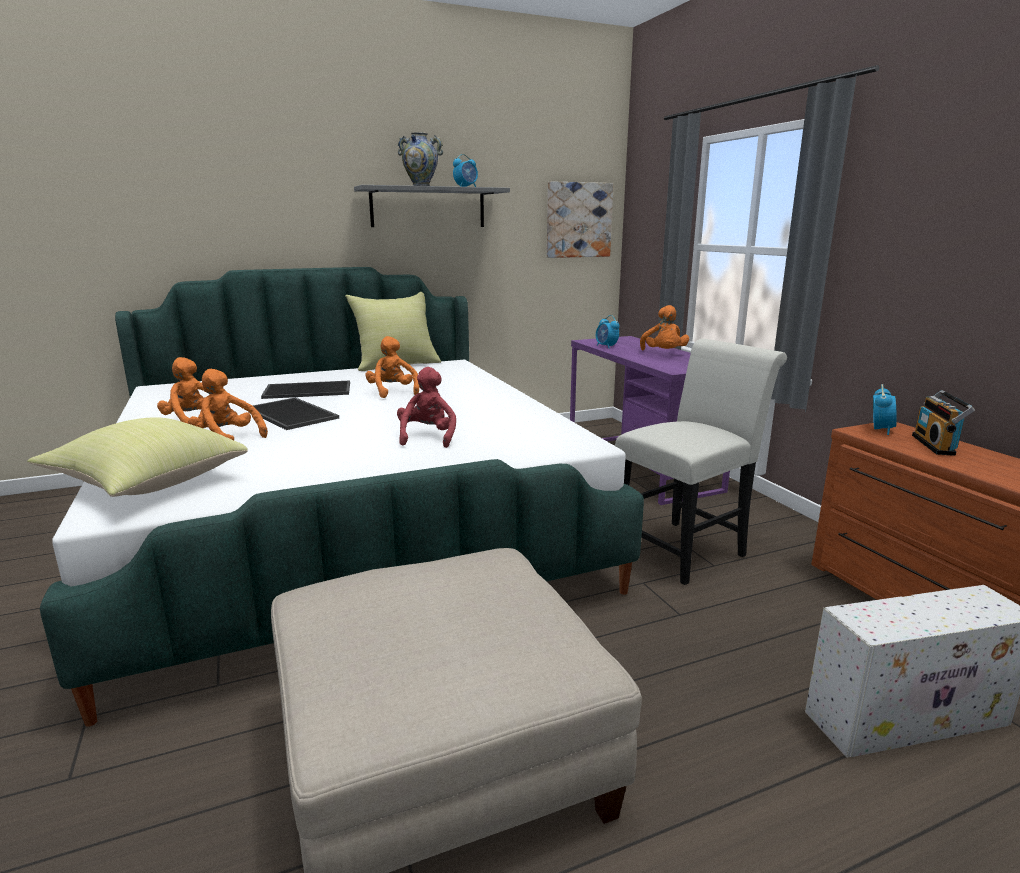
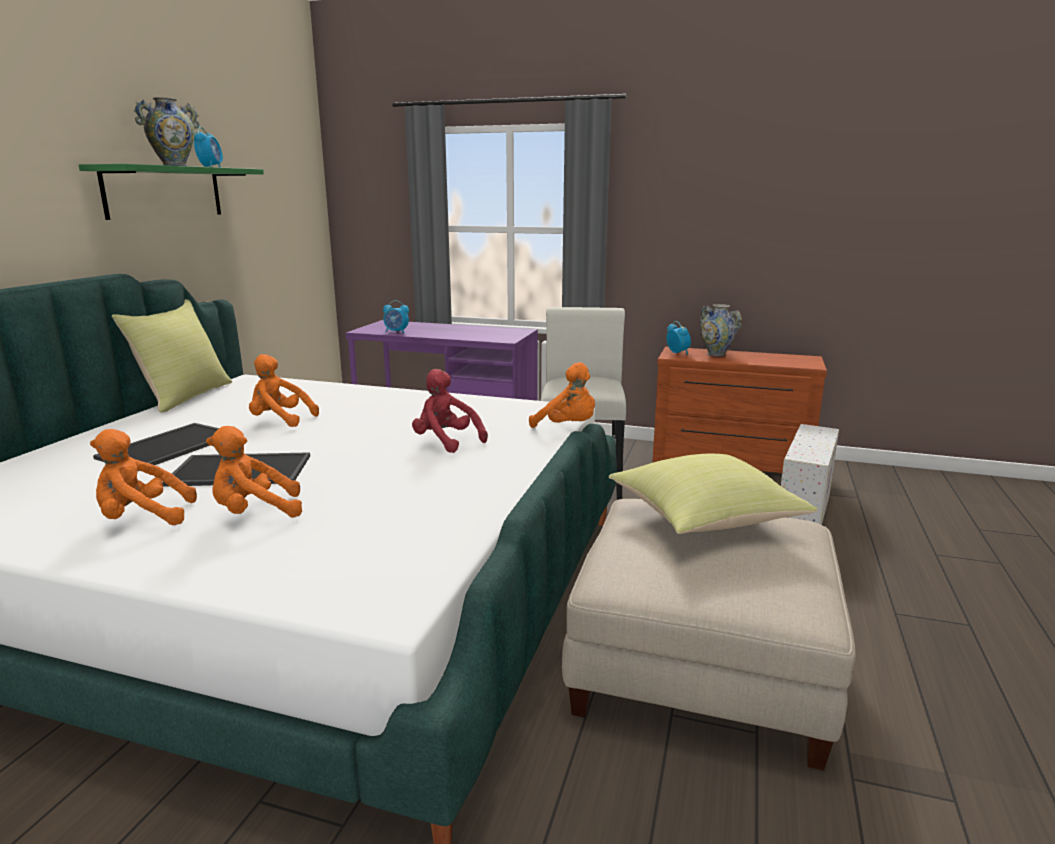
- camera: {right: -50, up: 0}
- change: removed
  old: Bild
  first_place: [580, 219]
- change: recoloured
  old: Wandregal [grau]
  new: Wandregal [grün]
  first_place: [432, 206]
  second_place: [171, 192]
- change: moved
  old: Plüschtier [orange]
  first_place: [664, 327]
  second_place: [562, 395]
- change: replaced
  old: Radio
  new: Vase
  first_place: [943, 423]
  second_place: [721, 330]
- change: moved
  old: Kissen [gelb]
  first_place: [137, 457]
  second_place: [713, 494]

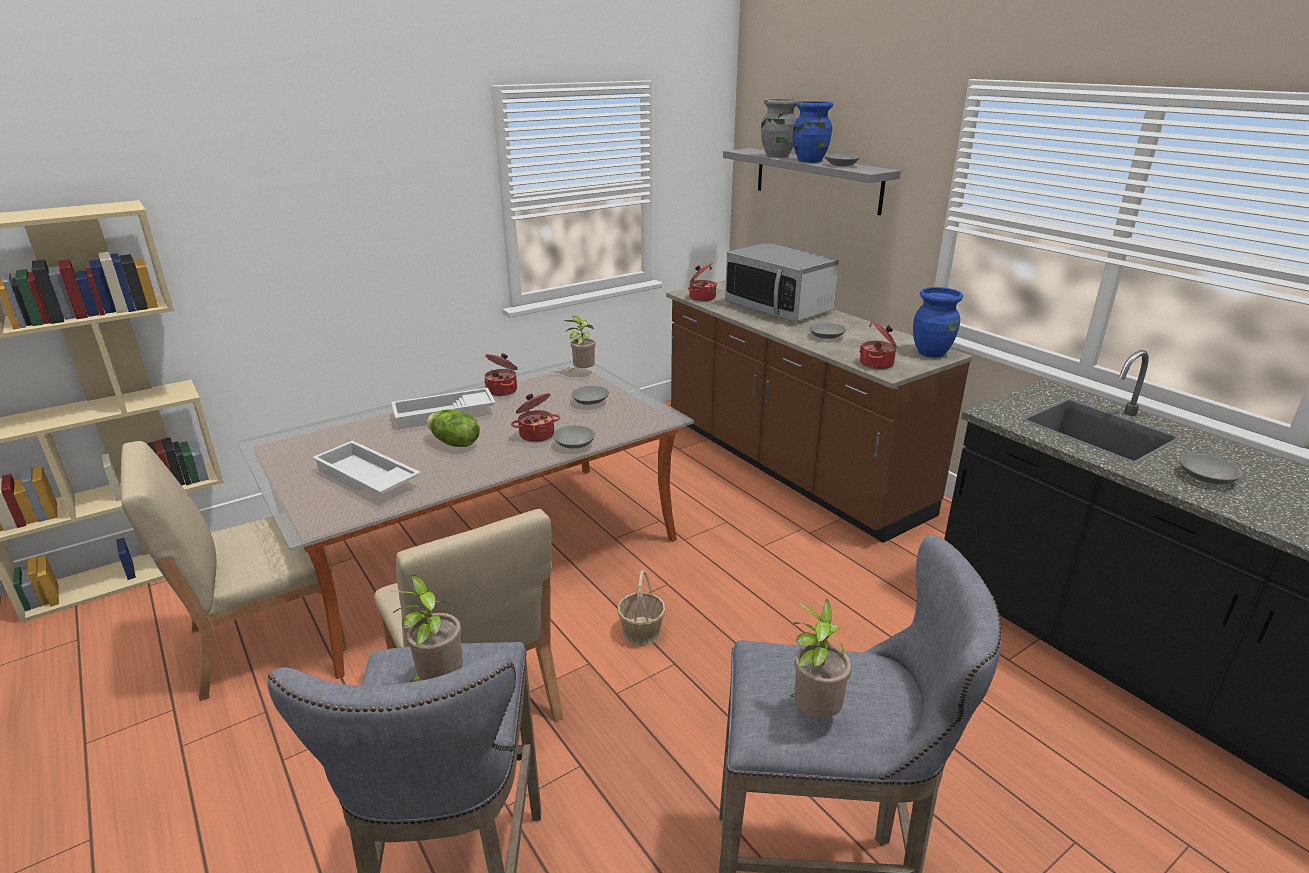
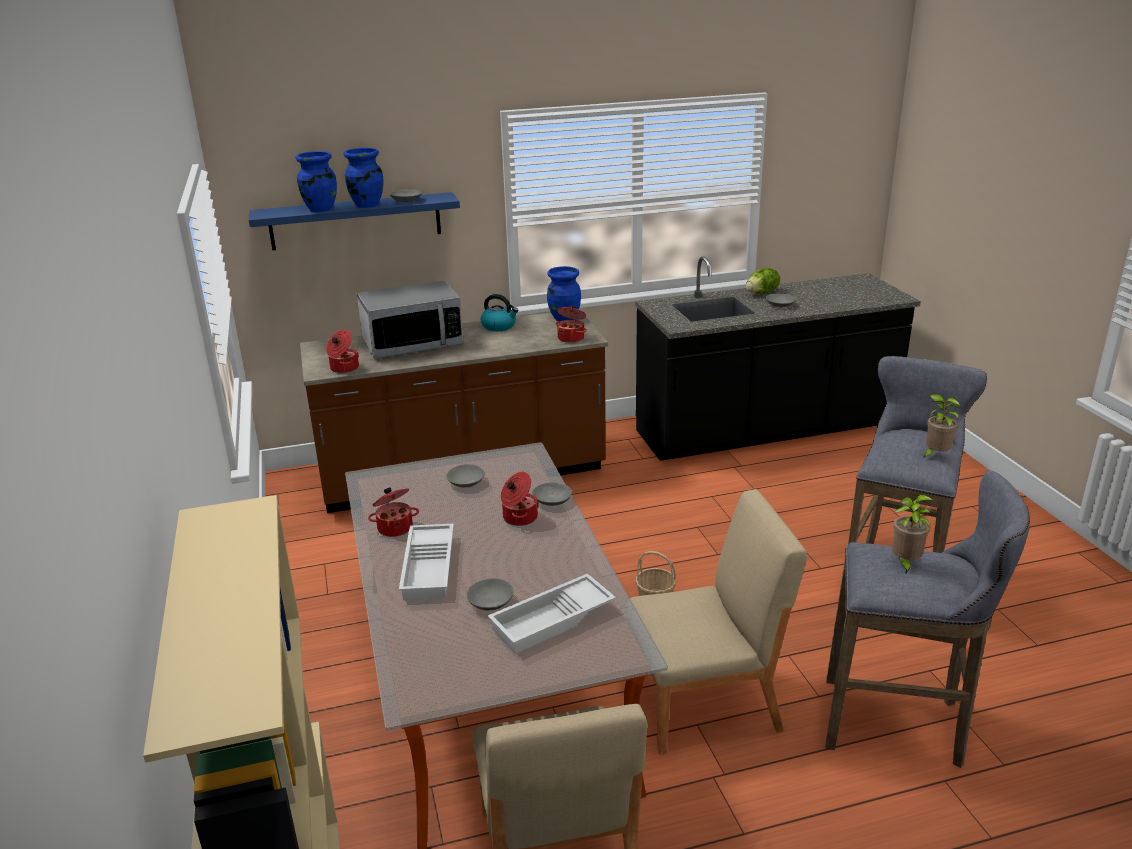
- camera: {right: -70, up: 0}
- change: recoloured
  old: Vase [grau]
  new: Vase [blau]
  first_place: [780, 128]
  second_place: [316, 181]
- change: recoloured
  old: Wandregal [grau]
  new: Wandregal [blau]
  first_place: [812, 182]
  second_place: [354, 221]
- change: removed
  old: Topfpflanze
  first_place: [580, 343]
- change: moved
  old: Schüssel [grau]
  first_place: [827, 331]
  second_place: [490, 594]
- change: moved
  old: Salatkopf
  first_place: [453, 428]
  second_place: [763, 280]
- change: added
  new: Wasserkessel
  second_place: [500, 312]

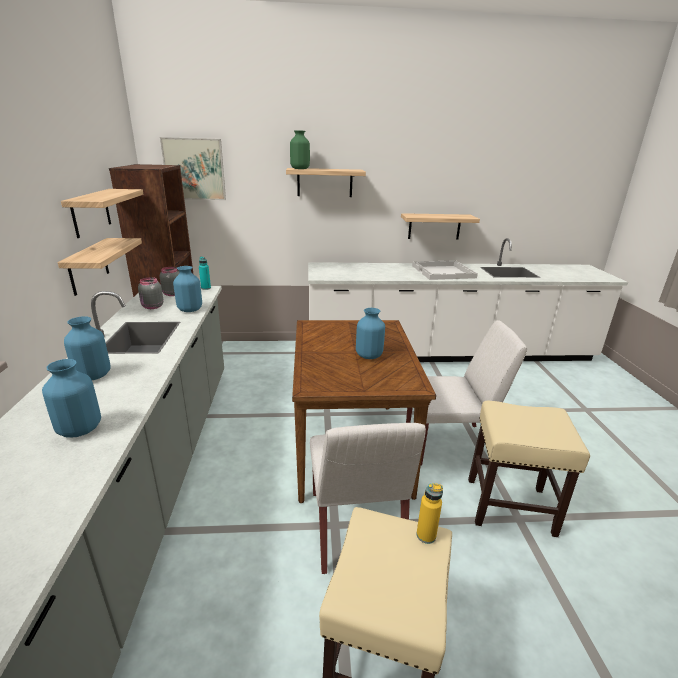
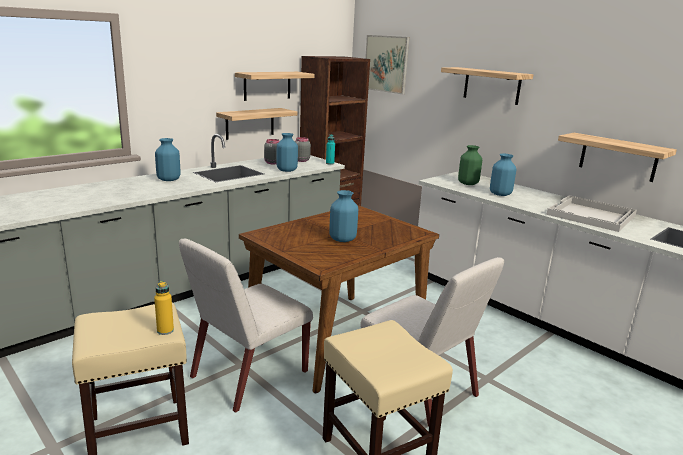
- camera: {right: 50, up: -5}
- change: moved
  old: Vase [grün]
  first_place: [300, 149]
  second_place: [470, 165]
- change: moved
  old: Vase [blau]
  first_place: [71, 398]
  second_place: [503, 175]

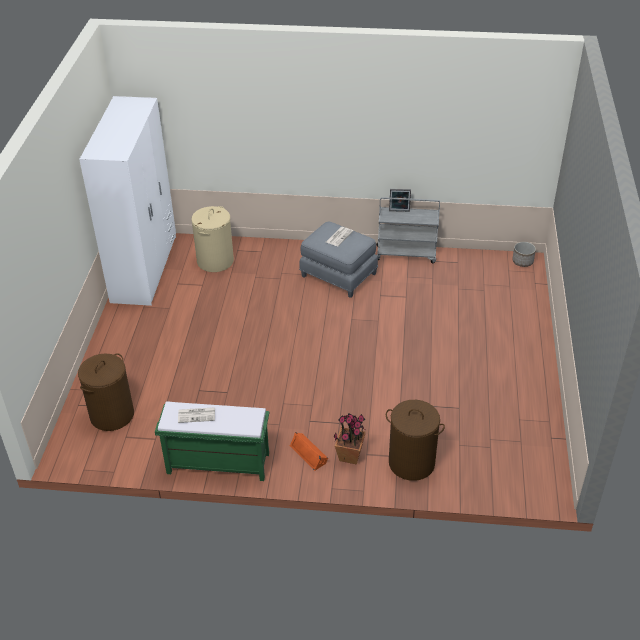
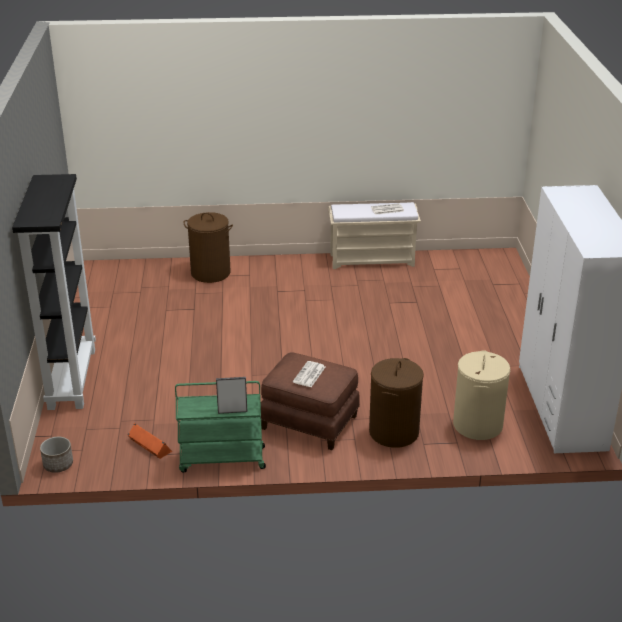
- camera: {right: 170, up: -10}
- change: recoloured
  old: Rollwagen [grau]
  new: Rollwagen [grün]
  first_place: [408, 230]
  second_place: [220, 427]
- change: recoloured
  old: Polsterhocker [grau]
  new: Polsterhocker [braun]
  first_place: [338, 260]
  second_place: [310, 401]
- change: moved
  old: Wäschekorb [braun]
  first_place: [106, 392]
  second_place: [396, 403]
- change: recoloured
  old: Bank [grün]
  new: Bank [beige]
  first_place: [212, 441]
  second_place: [374, 235]
- change: removed
  old: Topfpflanze
  first_place: [350, 439]
- change: moved
  old: Lautsprecher [orange]
  first_place: [309, 451]
  second_place: [150, 441]
- change: added
  new: Bücherregal [schwarz]
  second_place: [54, 292]

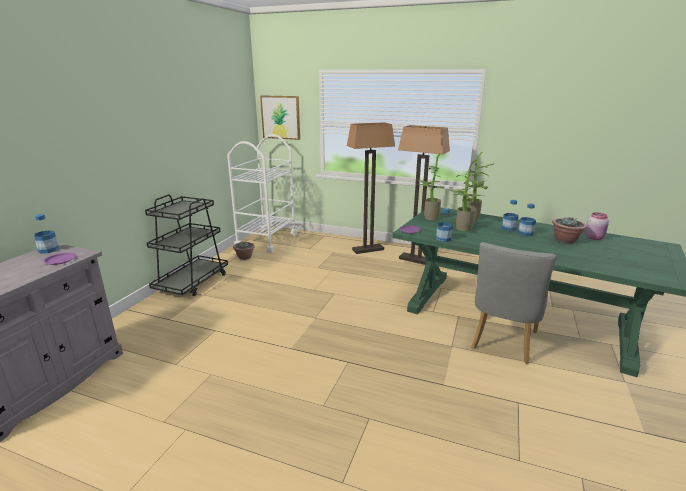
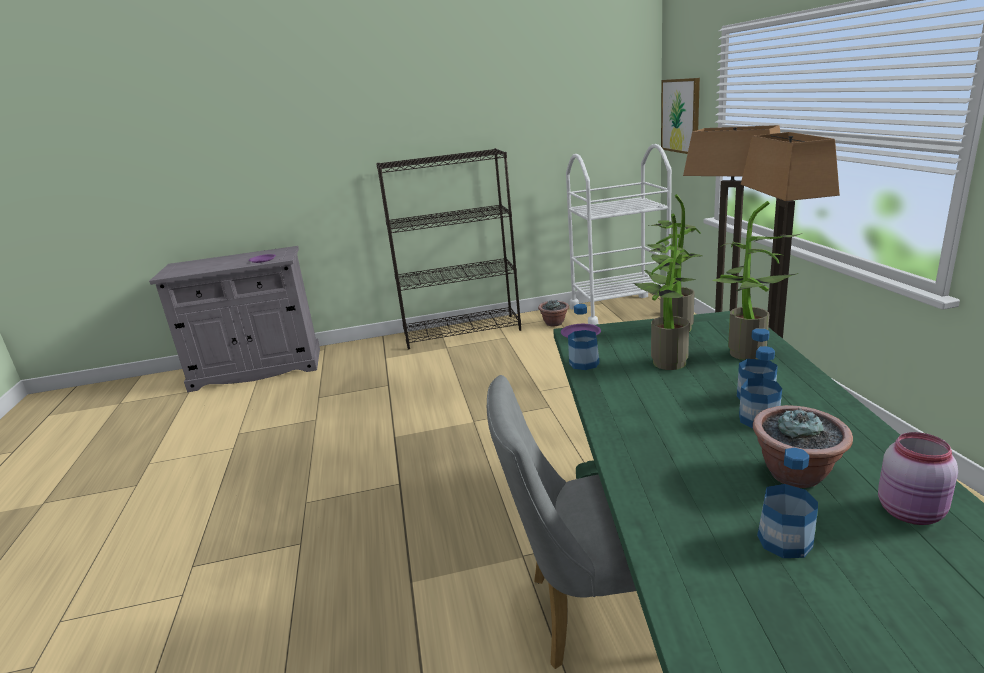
- camera: {right: 60, up: 0}
- change: replaced
  old: Rollwagen [schwarz]
  new: Bücherregal [schwarz]
  first_place: [186, 245]
  second_place: [448, 249]
- change: moved
  old: Flasche
  first_place: [46, 234]
  second_place: [787, 503]

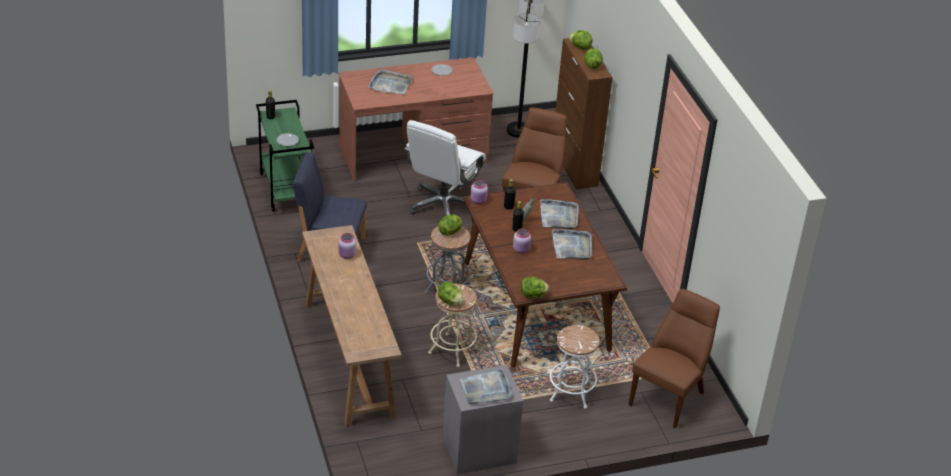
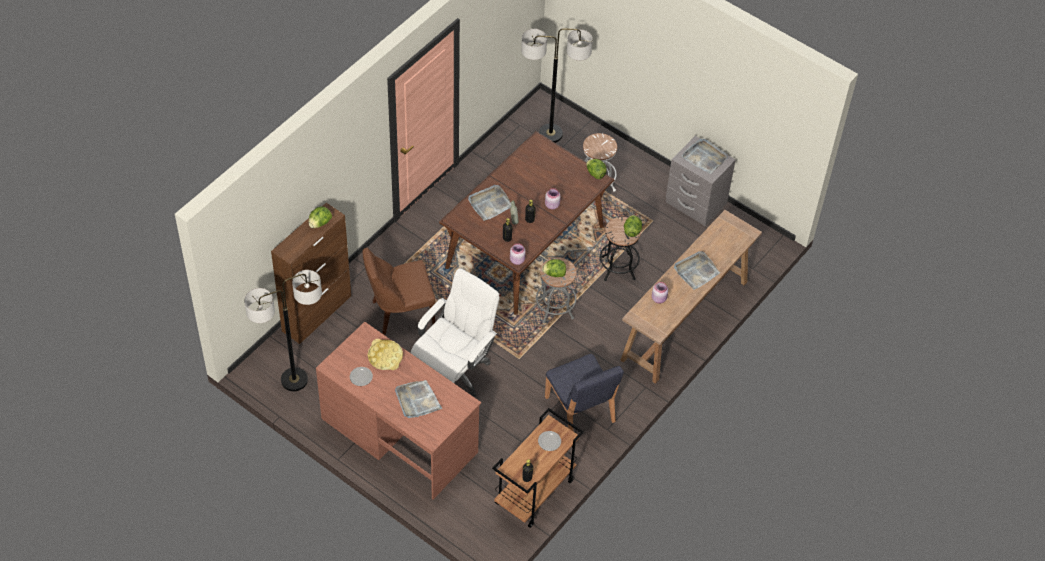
- camera: {right: -125, up: 15}
- change: removed
  old: Salatkopf
  first_place: [581, 40]
- change: recoloured
  old: Rollwagen [grün]
  new: Rollwagen [braun]
  first_place: [285, 156]
  second_place: [538, 468]
- change: turned
  old: Bürostuhl [weiß]
  first_place: [445, 168]
  second_place: [455, 332]
  degrees: -45
- change: moved
  old: Tablett [grau]
  first_place: [572, 244]
  second_place: [697, 270]
- change: recoloured
  old: Hocker [beige]
  new: Hocker [schwarz]
  first_place: [452, 325]
  second_place: [620, 249]
- change: replaced
  old: Stuhl [braun]
  new: Stehlampe
  first_place: [674, 358]
  second_place: [557, 85]
- change: added
  new: Tablett [gelb]
  second_place: [385, 354]

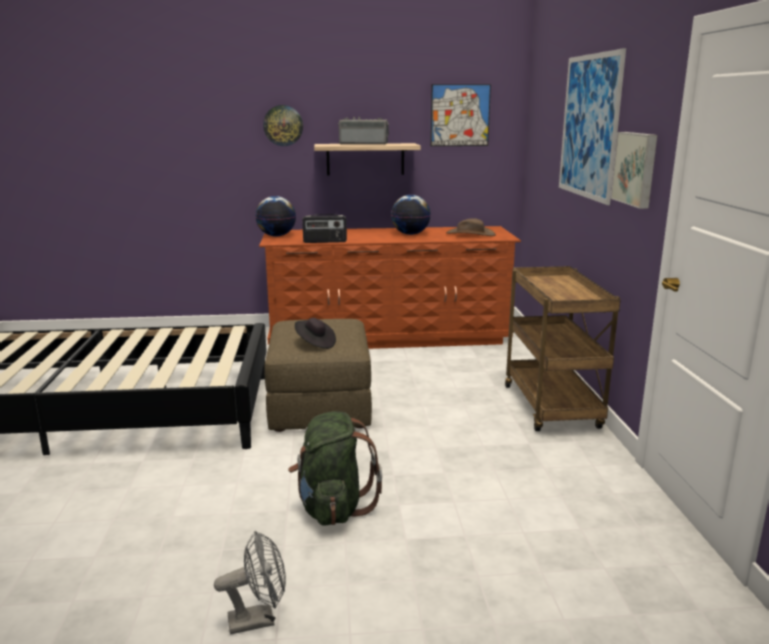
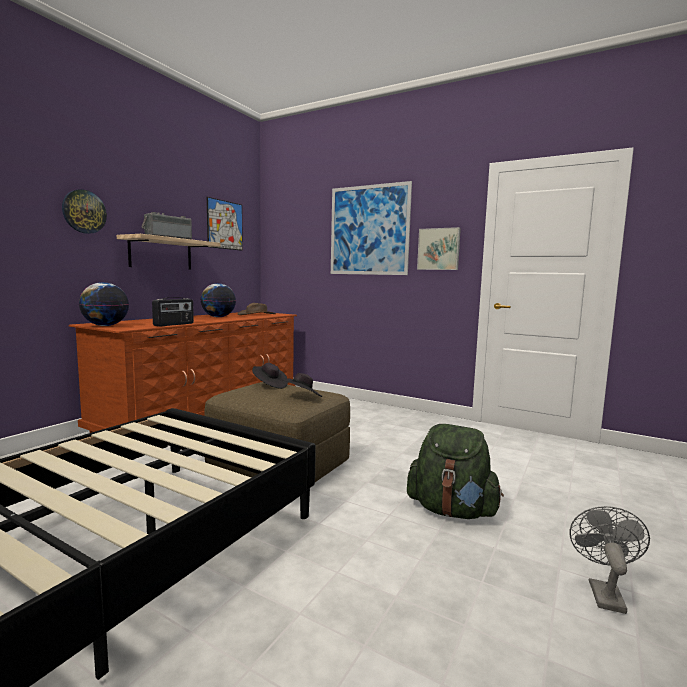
- camera: {right: -55, up: -10}
- change: removed
  old: Rollwagen [braun]
  first_place: [563, 348]
- change: added
  new: Hut [schwarz]
  second_place: [270, 376]

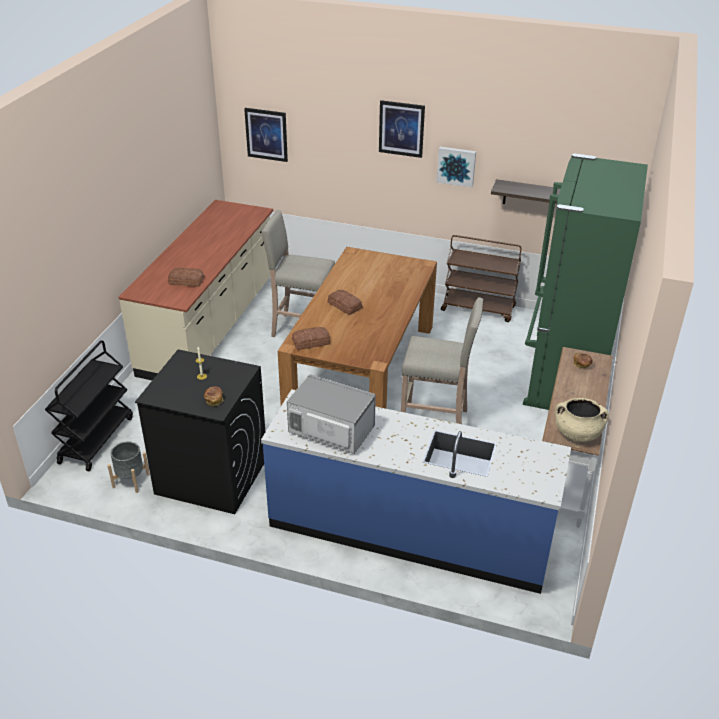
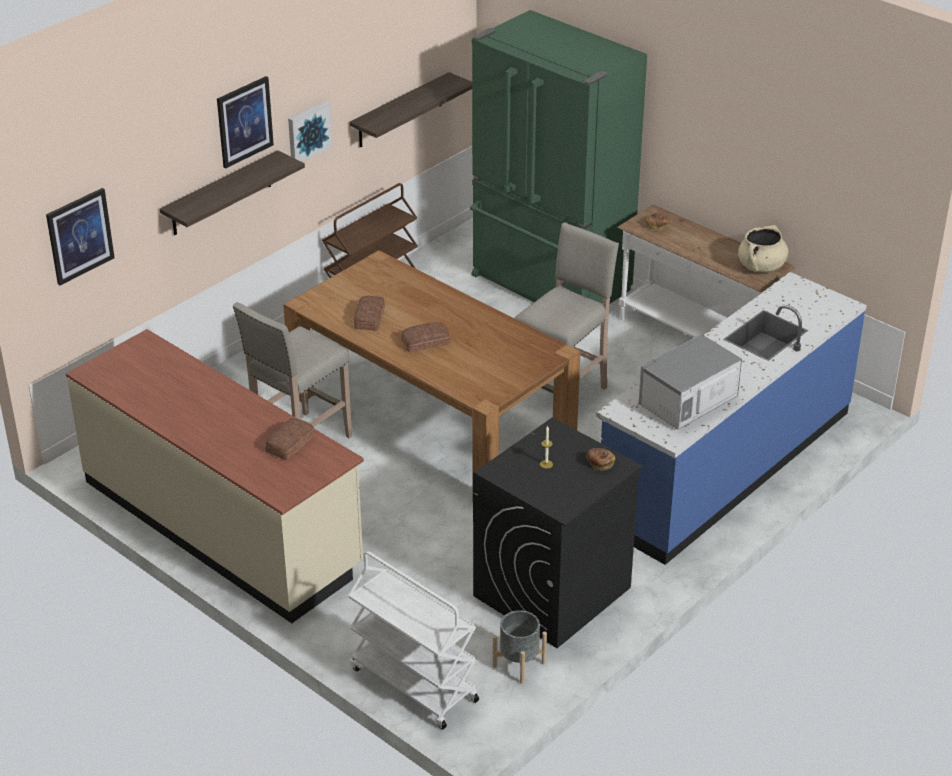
- camera: {right: -65, up: 0}
- change: moved
  old: Brot
  first_place: [311, 338]
  second_place: [369, 313]
- change: recoloured
  old: Rollwagen [schwarz]
  new: Rollwagen [weiß]
  first_place: [89, 405]
  second_place: [413, 640]
- change: added
  new: Wandregal
  second_place: [232, 192]

